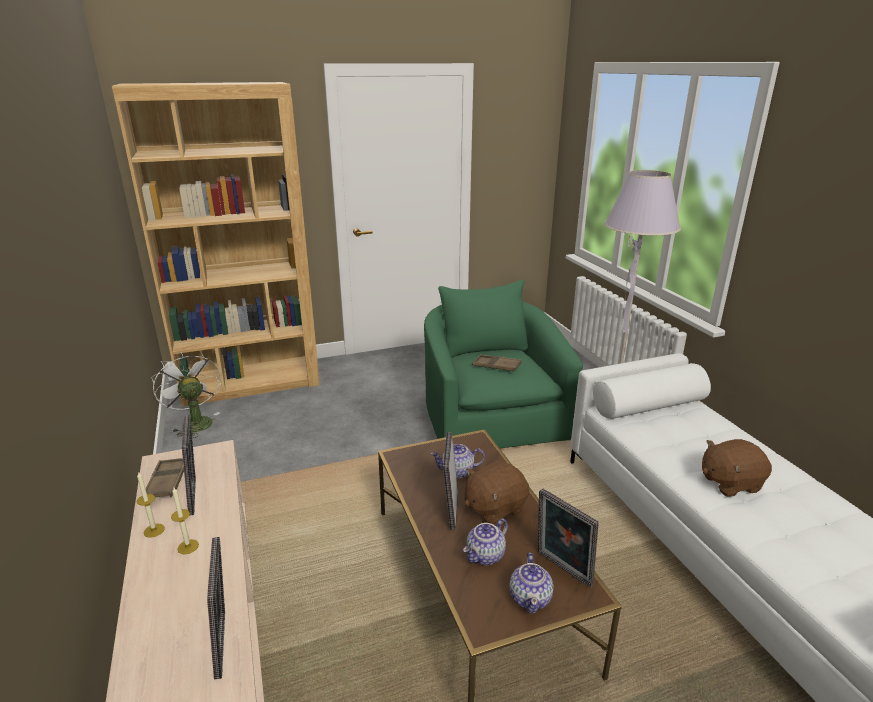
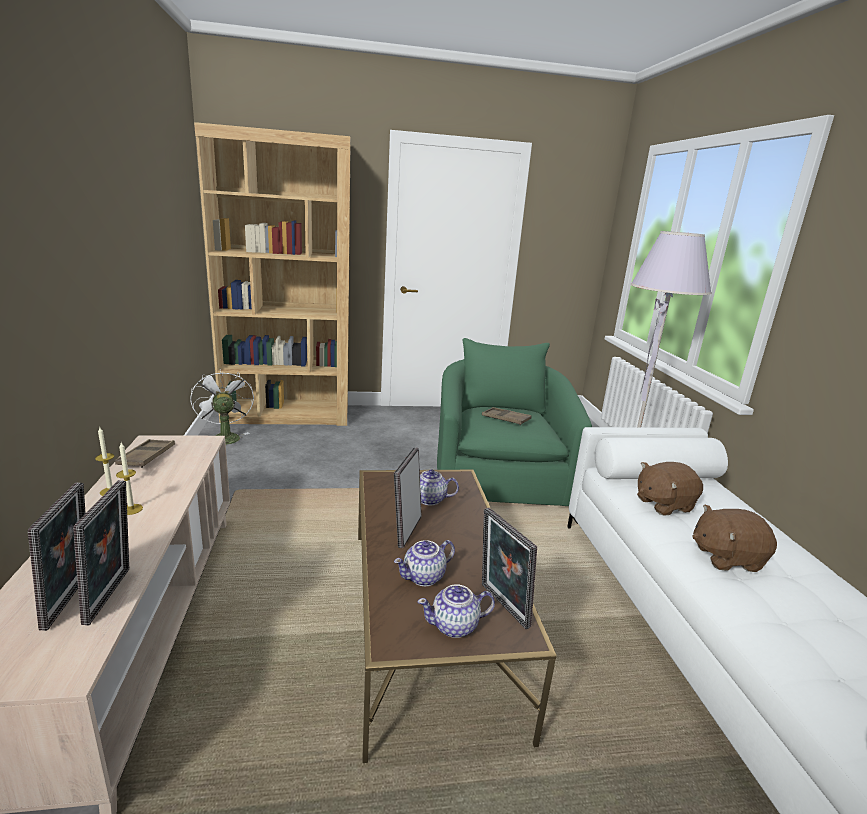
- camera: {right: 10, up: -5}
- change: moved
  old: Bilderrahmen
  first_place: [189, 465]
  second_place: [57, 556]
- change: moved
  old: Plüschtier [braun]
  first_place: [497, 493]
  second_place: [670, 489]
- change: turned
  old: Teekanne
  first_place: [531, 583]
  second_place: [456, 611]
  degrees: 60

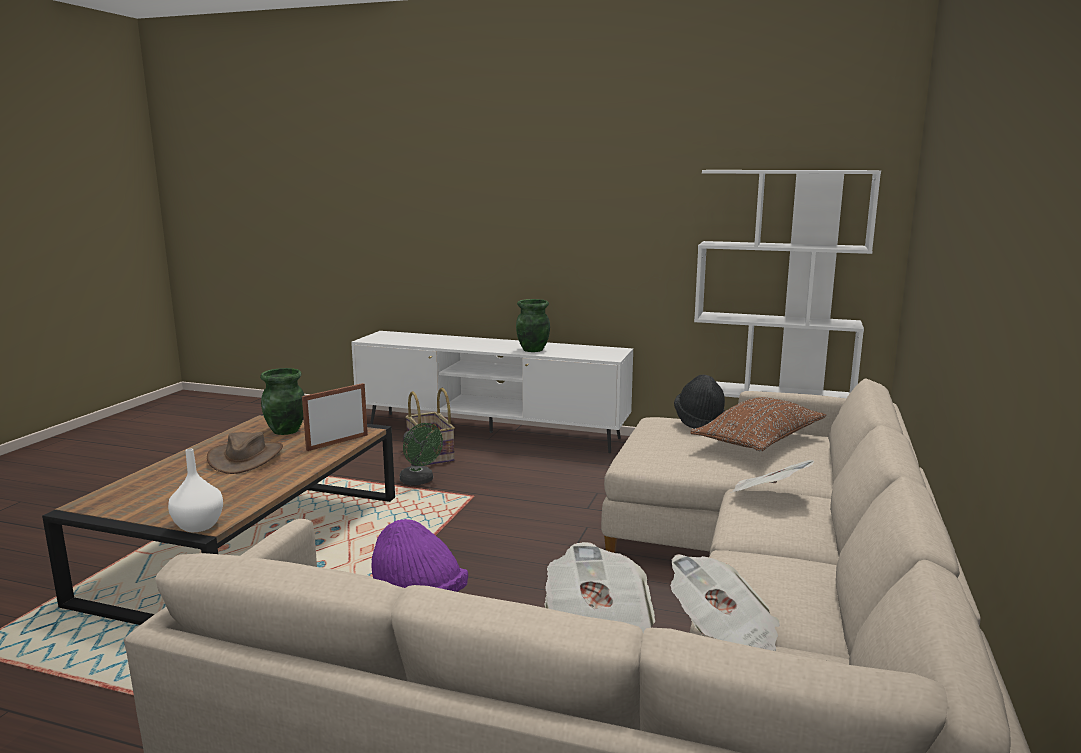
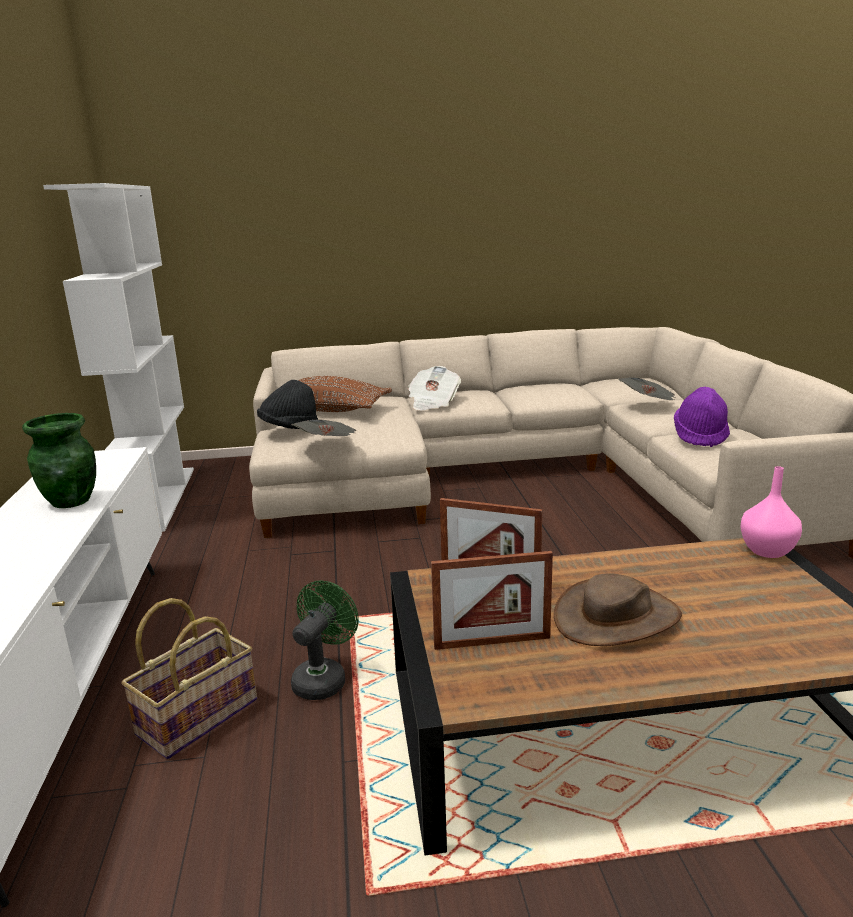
- camera: {right: -115, up: 5}
- change: replaced
  old: Vase [grün]
  new: Bilderrahmen
  first_place: [282, 401]
  second_place: [492, 600]
- change: recoloured
  old: Vase [weiß]
  new: Vase [rosa]
  first_place: [195, 490]
  second_place: [771, 512]
- change: moved
  old: Zeitung
  first_place: [725, 602]
  second_place: [323, 428]

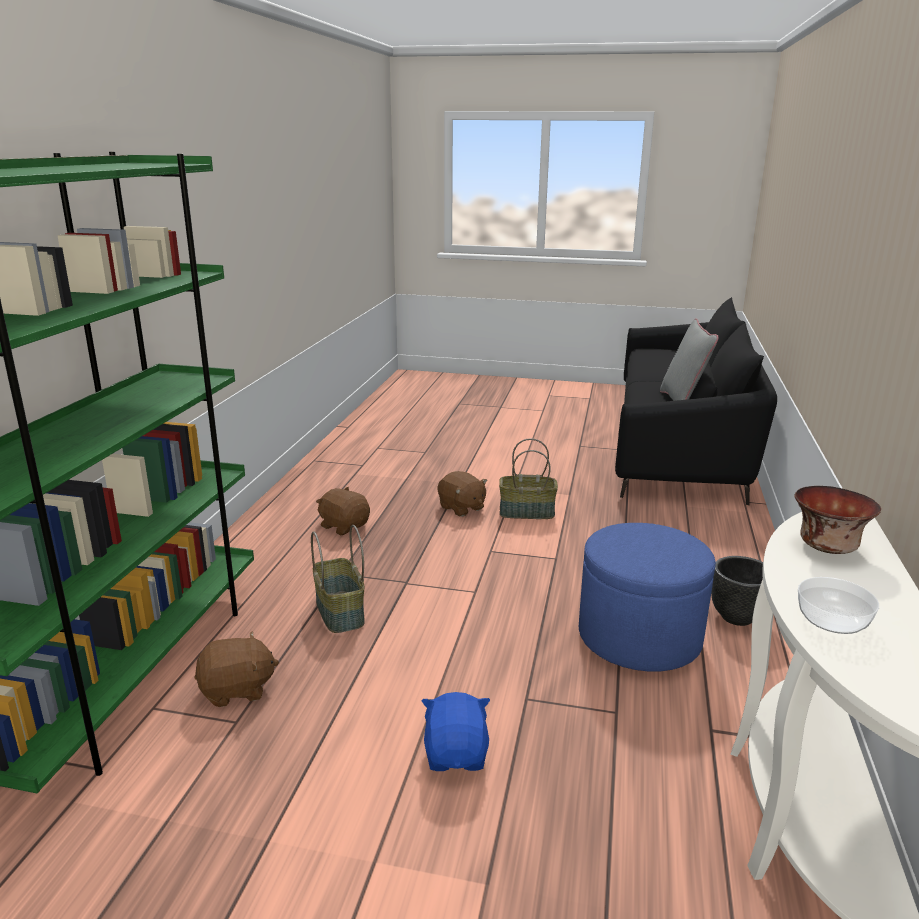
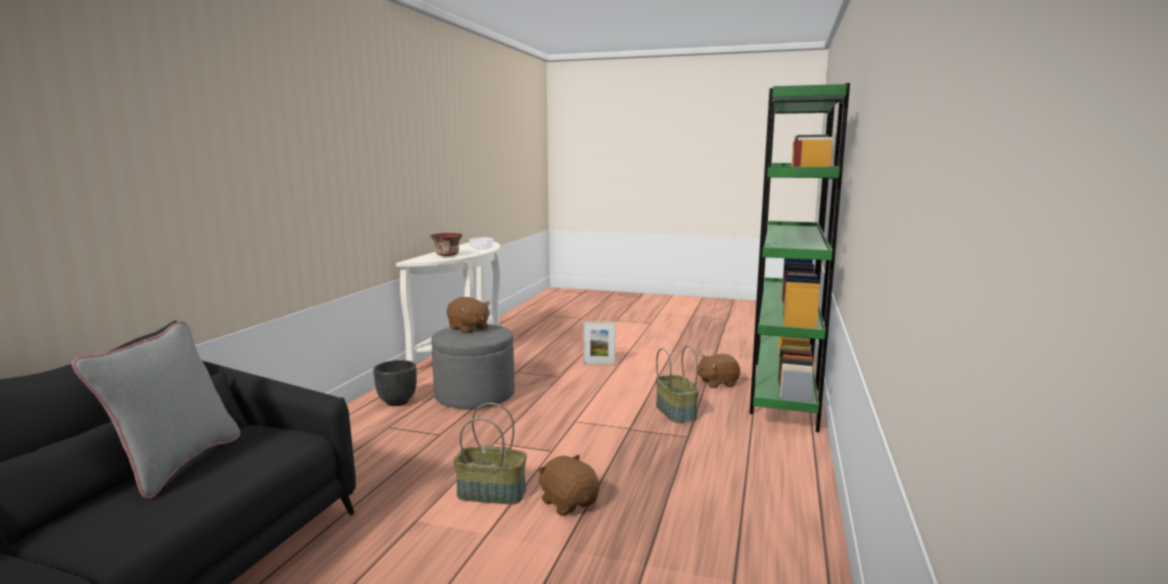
- camera: {right: -175, up: -10}
- change: moved
  old: Plüschtier [braun]
  first_place: [343, 511]
  second_place: [468, 315]
- change: recoloured
  old: Polsterhocker [blau]
  new: Polsterhocker [grau]
  first_place: [647, 597]
  second_place: [473, 366]
- change: replaced
  old: Plüschtier [blau]
  new: Bilderrahmen
  first_place: [456, 731]
  second_place: [599, 343]

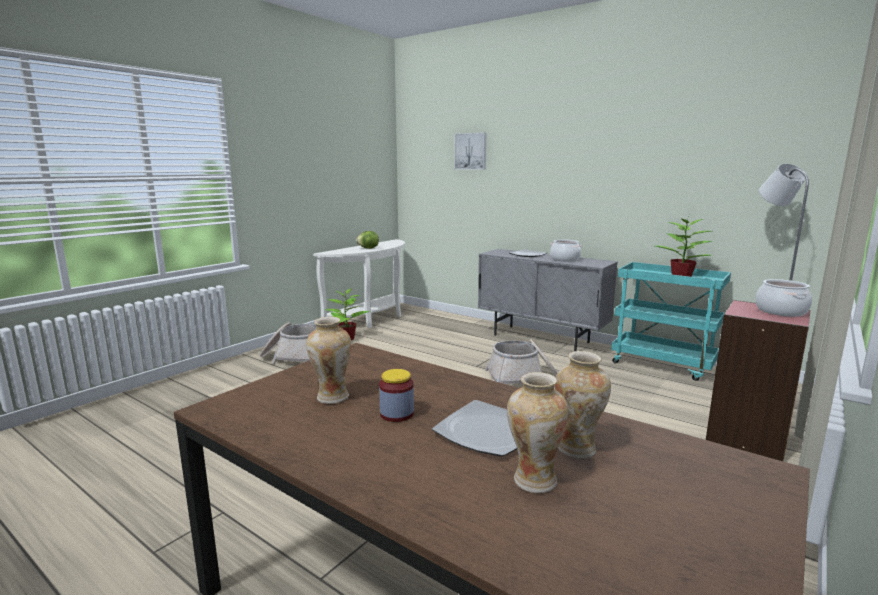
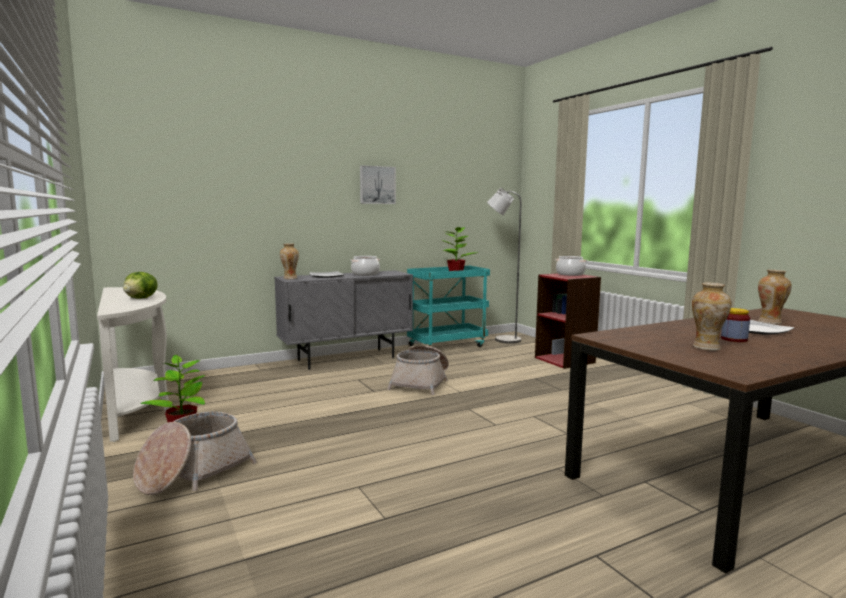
- camera: {right: -65, up: -5}
- change: moved
  old: Bild
  first_place: [470, 151]
  second_place: [378, 184]
- change: moved
  old: Vase
  first_place: [538, 432]
  second_place: [289, 261]

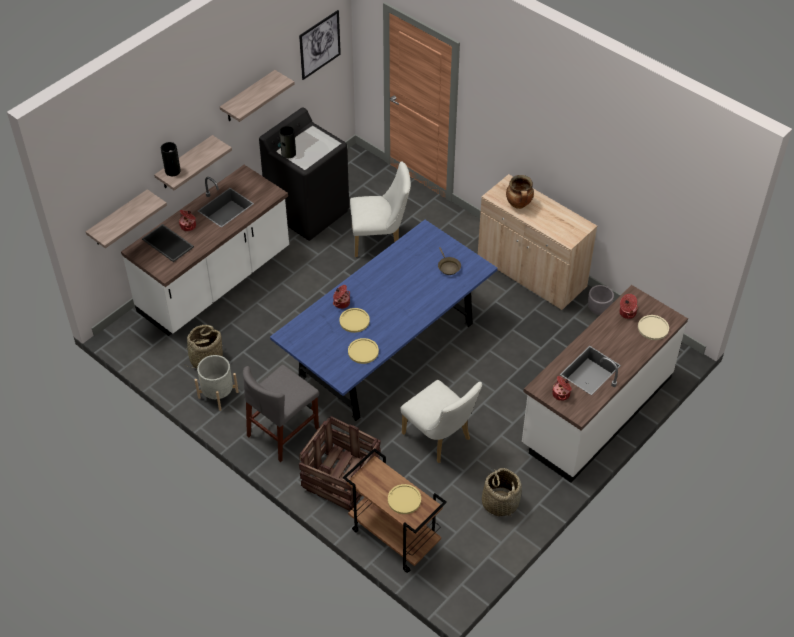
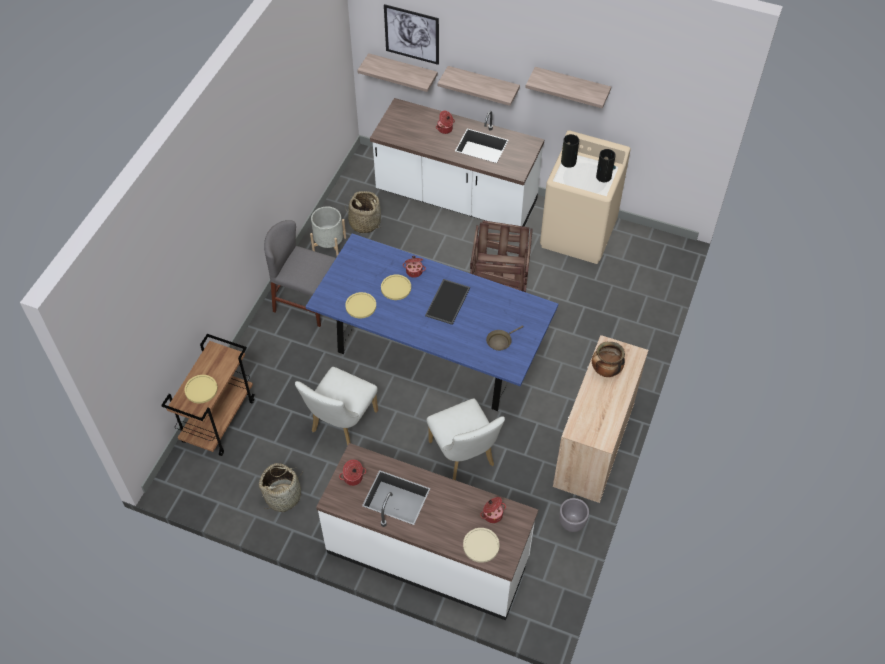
- camera: {right: 70, up: 5}
- change: moved
  old: Bild
  first_place: [320, 45]
  second_place: [411, 34]
- change: recoloured
  old: Waschmaschine [schwarz]
  new: Waschmaschine [beige]
  first_place: [304, 174]
  second_place: [585, 197]
- change: moved
  old: Vase
  first_place: [171, 159]
  second_place: [606, 165]
- change: moved
  old: Stuhl [weiß]
  first_place: [380, 209]
  second_place: [466, 439]
- change: moved
  old: Tablett
  first_place: [168, 243]
  second_place: [447, 302]
- change: moved
  old: Kiste
  first_place: [340, 463]
  second_place: [501, 256]

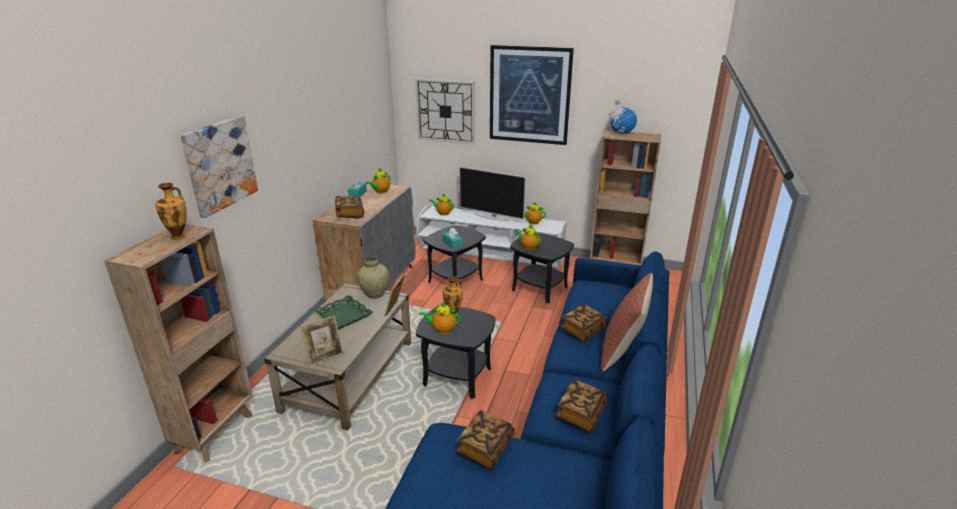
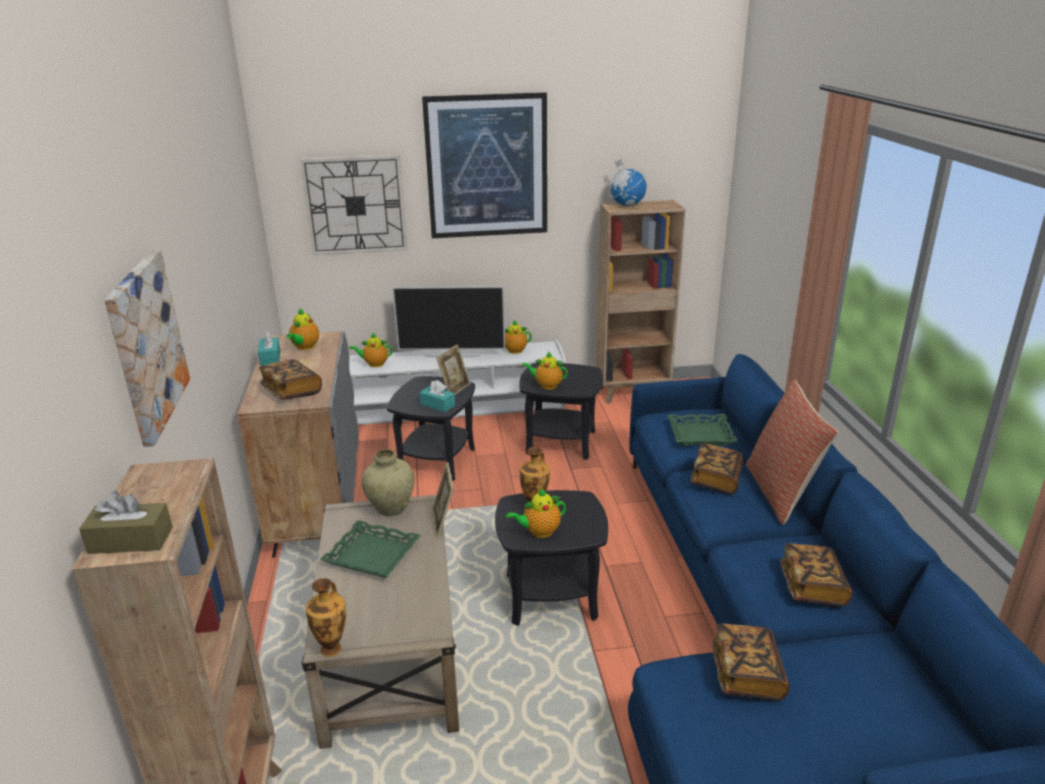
- camera: {right: -25, up: 0}
- change: moved
  old: Vase
  first_place: [171, 211]
  second_place: [326, 617]
- change: moved
  old: Bilderrahmen
  first_place: [322, 340]
  second_place: [453, 369]
- change: added
  new: Tablett [grün]
  second_place: [703, 430]
- change: added
  new: Taschentuchbox [braun]
  second_place: [126, 522]

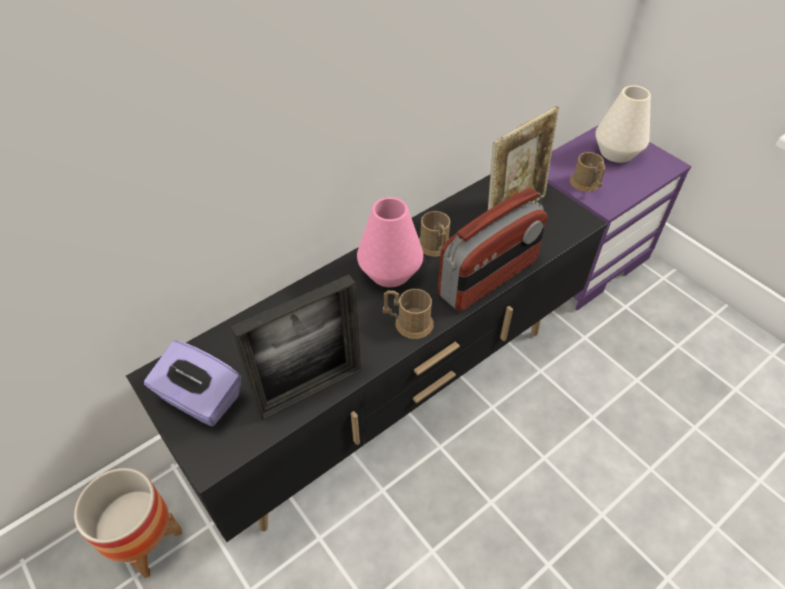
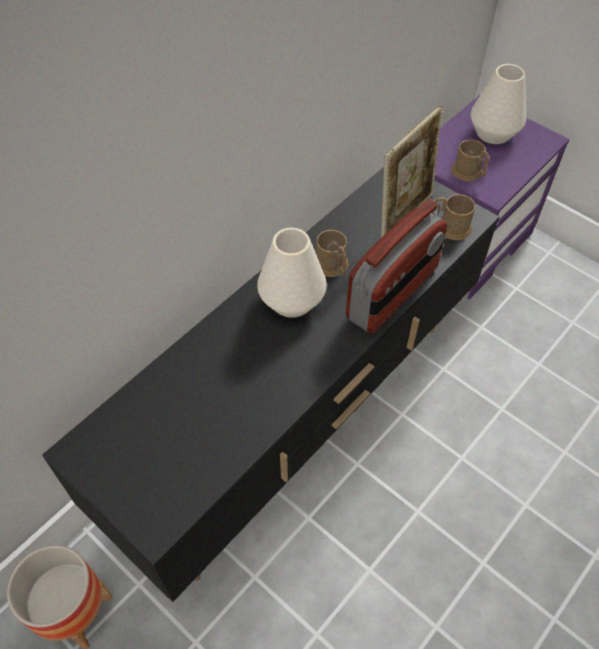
- camera: {right: -10, up: 5}
- change: recoloured
  old: Vase [rosa]
  new: Vase [weiß]
  first_place: [390, 242]
  second_place: [292, 273]
- change: removed
  old: Bilderrahmen
  first_place: [296, 348]
- change: moved
  old: Henkelbecher [braun]
  first_place: [408, 314]
  second_place: [455, 217]
- change: removed
  old: Taschentuchbox [lila]
  first_place: [192, 383]

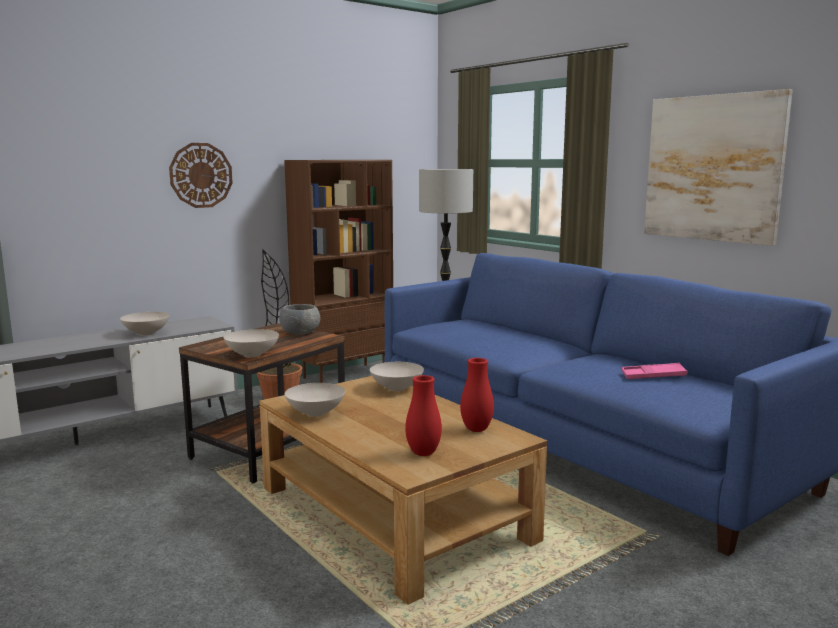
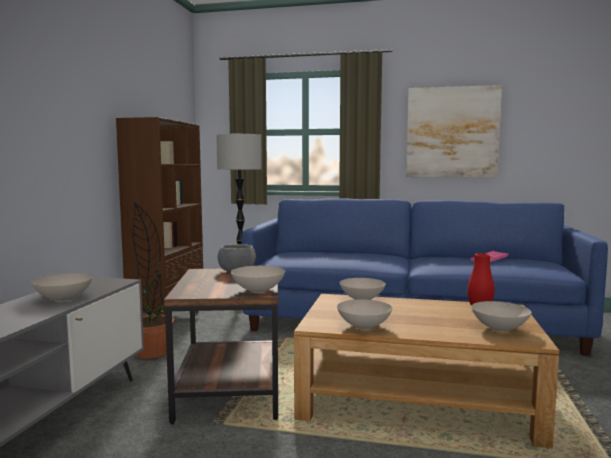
- camera: {right: -40, up: -5}
- change: removed
  old: Wanduhr
  first_place: [201, 175]
- change: replaced
  old: Vase [rot]
  new: Schüssel [weiß]
  first_place: [423, 415]
  second_place: [501, 316]

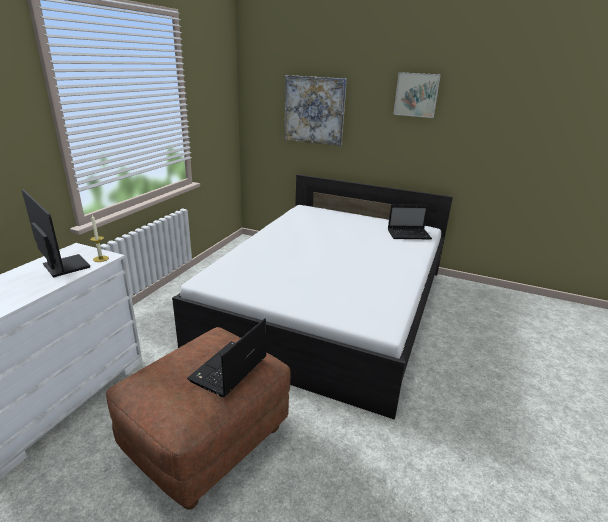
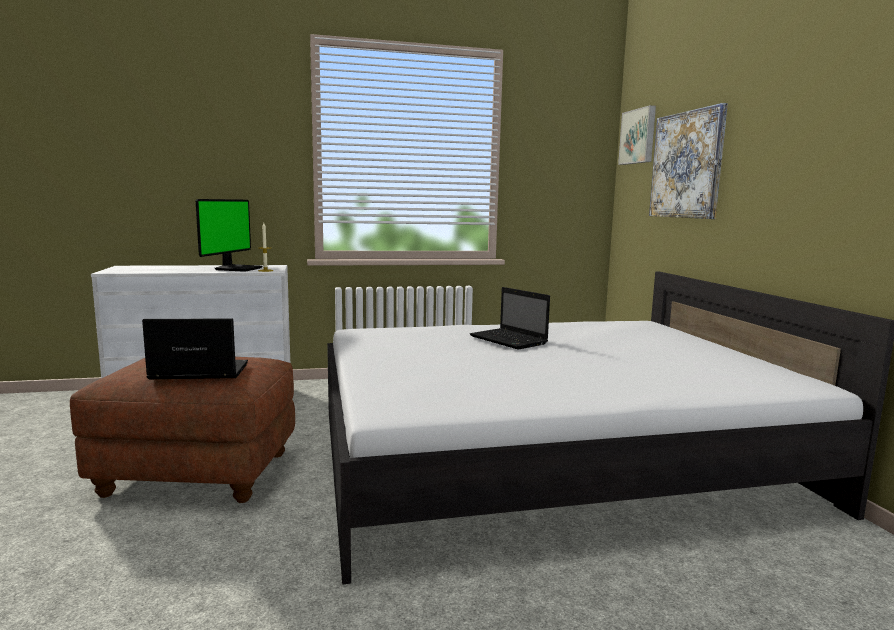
- camera: {right: 55, up: -15}
- change: moved
  old: Bild
  first_place: [417, 95]
  second_place: [637, 135]
- change: moved
  old: Laptop
  first_place: [410, 221]
  second_place: [510, 318]

